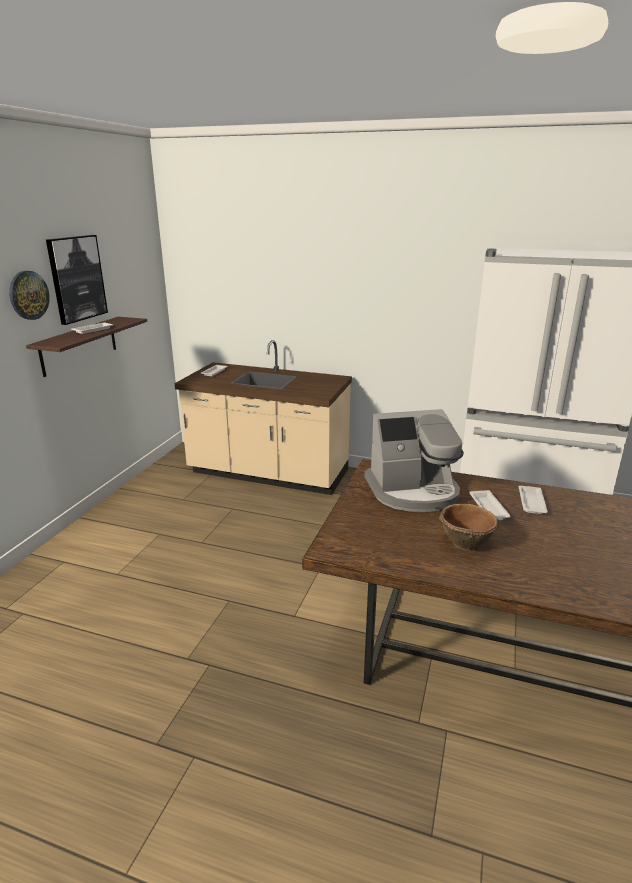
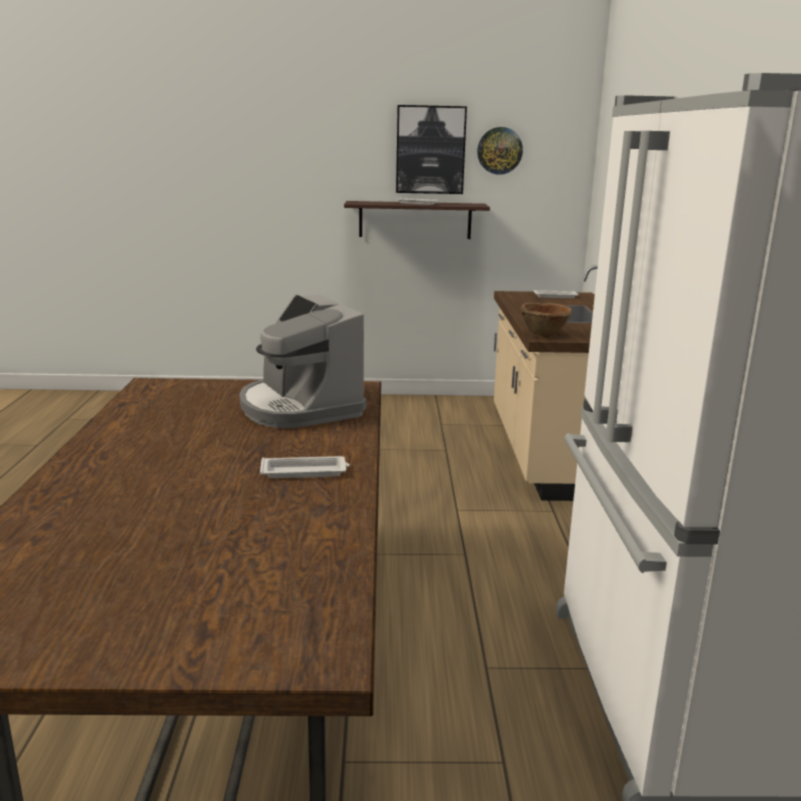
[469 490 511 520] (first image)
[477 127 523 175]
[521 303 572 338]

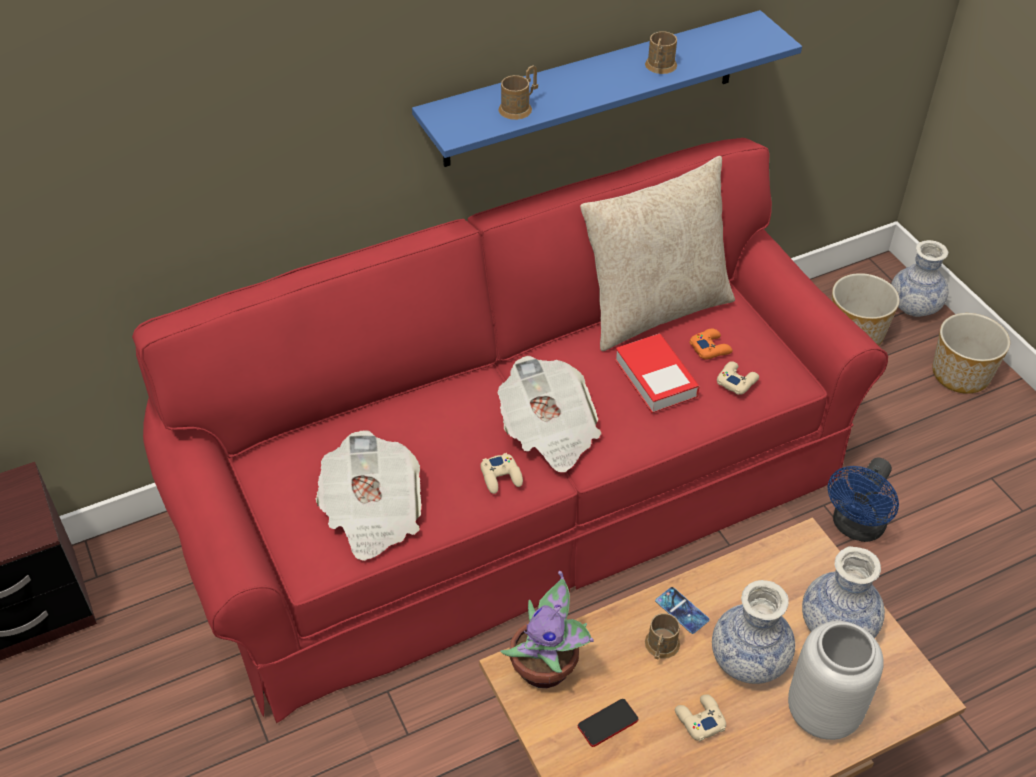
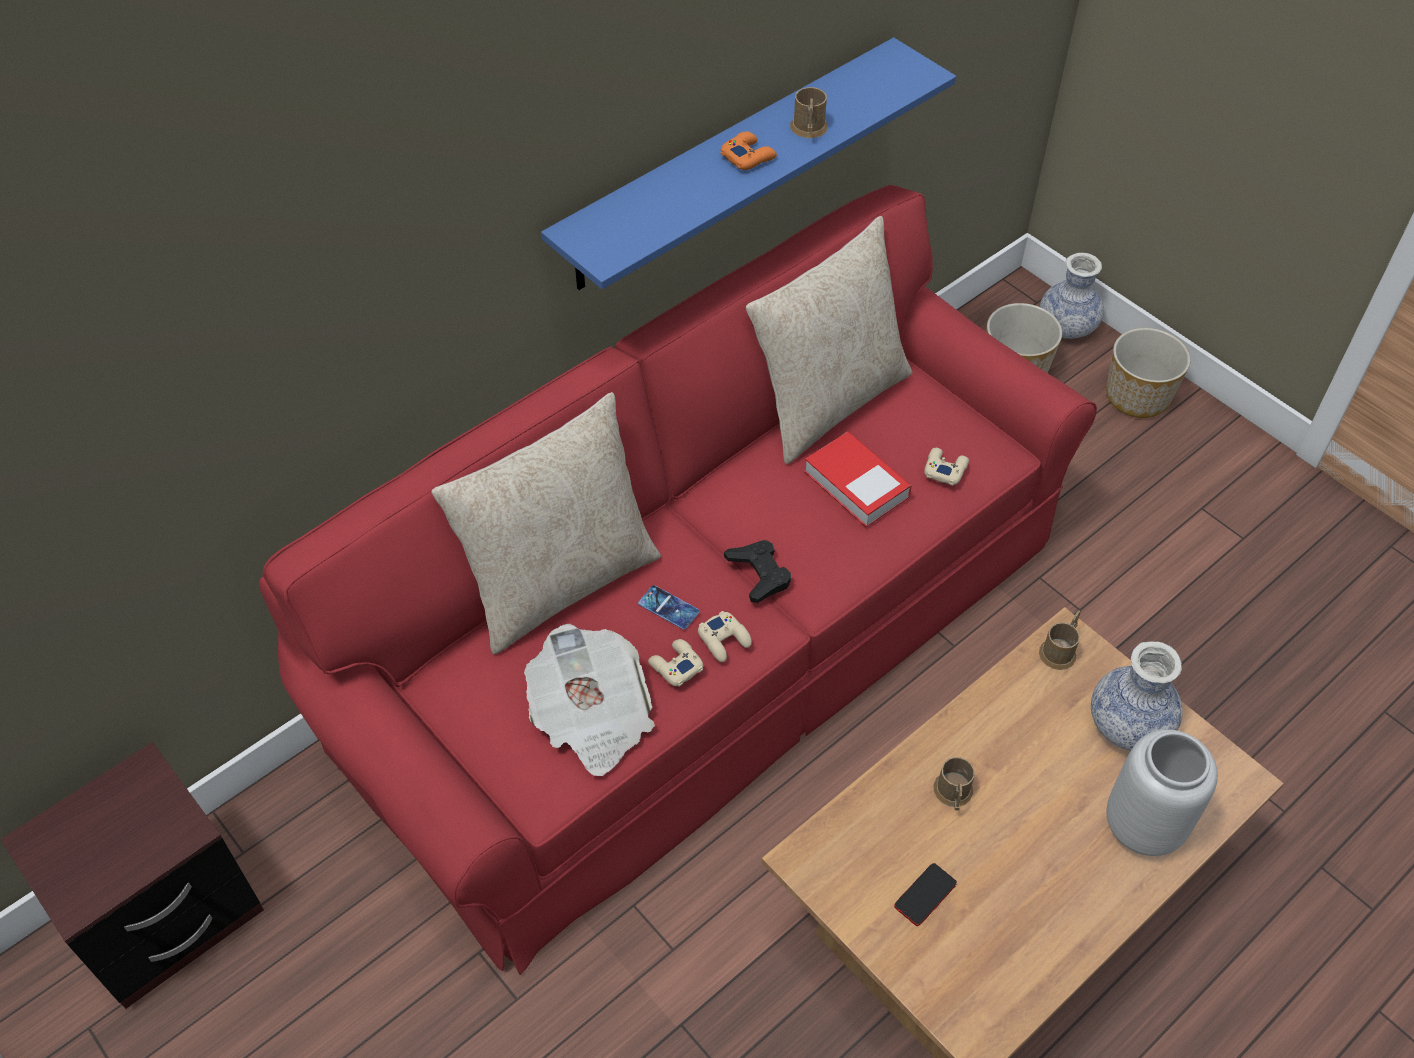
[500 571 594 688] (first image)
[712 580 795 684] (first image)
[828 458 899 542] (first image)
[432 392 661 655]
[1039 610 1081 670]
[638 585 700 630]
[648 639 703 687]
[720 131 777 170]
[724 540 791 603]

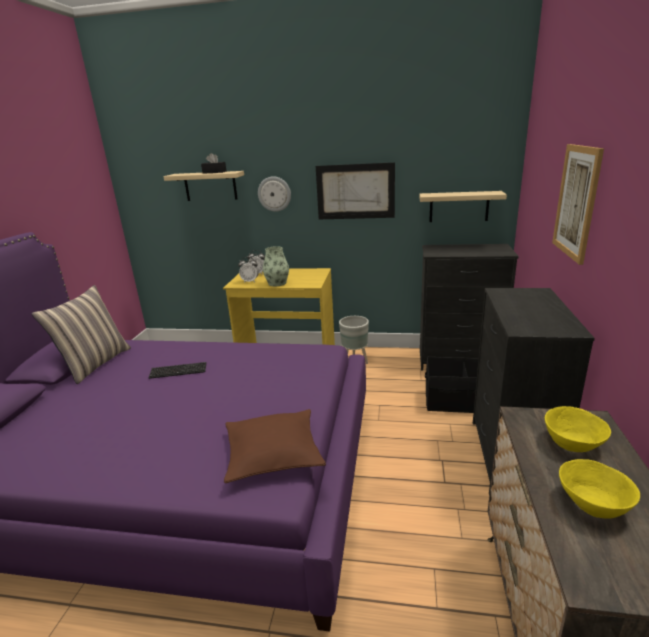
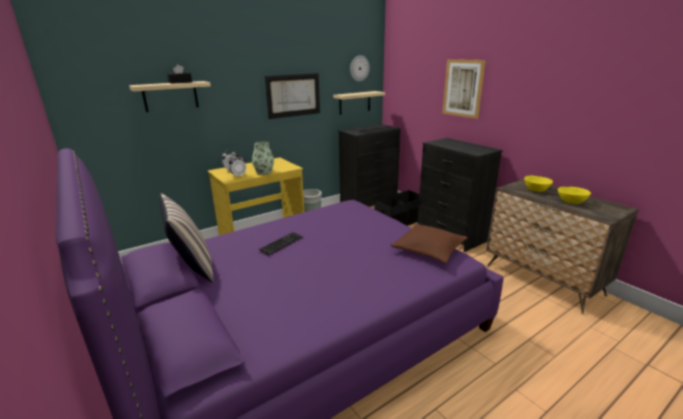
[350 55 370 82]

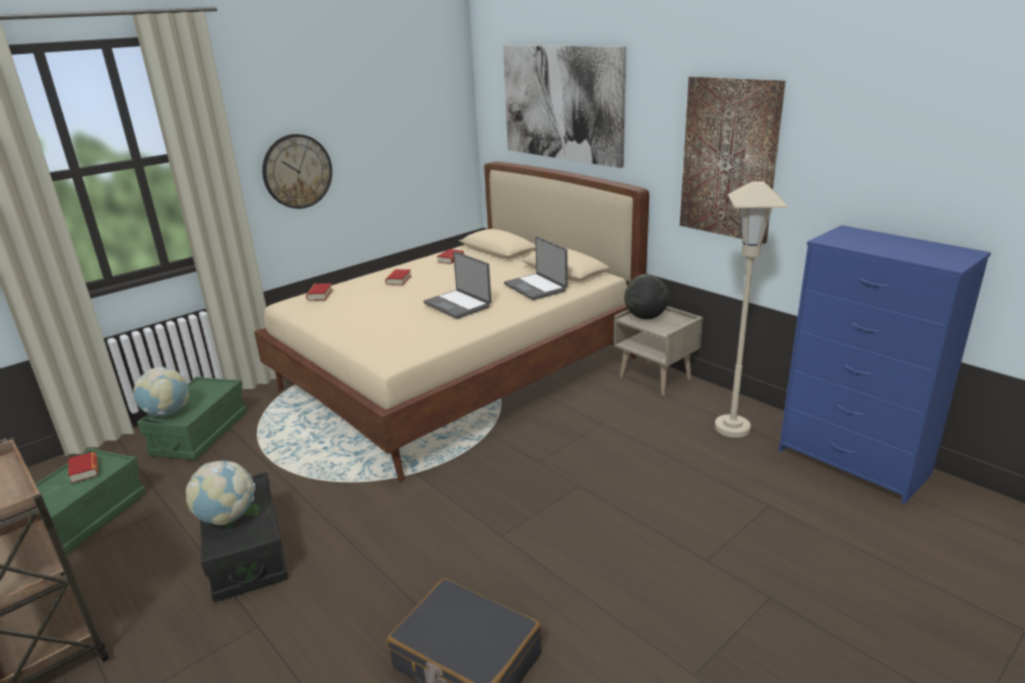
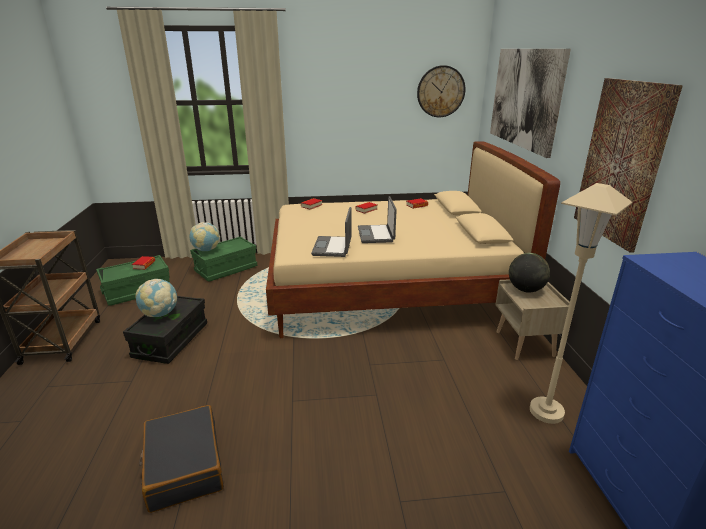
[417 65 465 117]
[311 207 352 257]

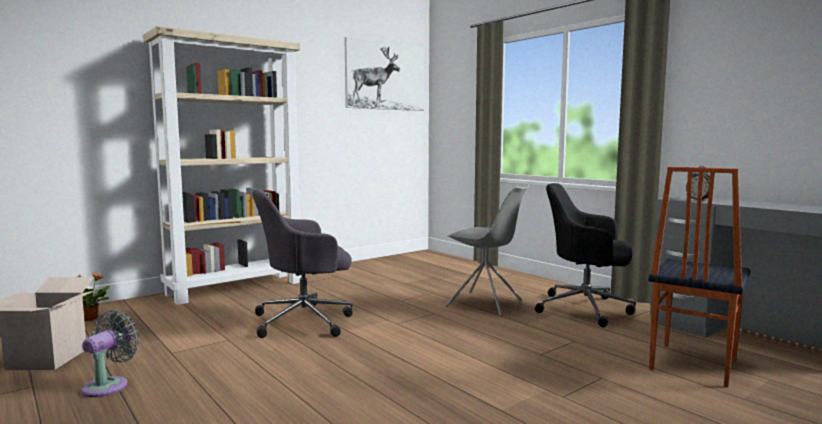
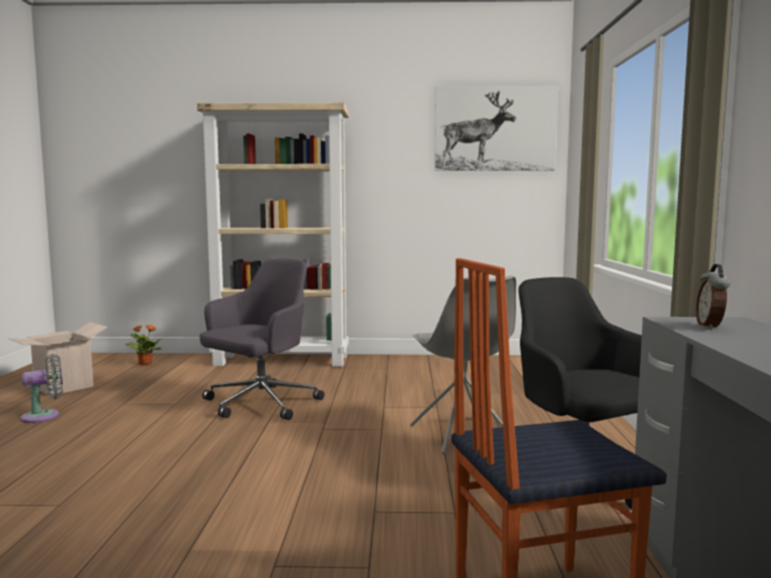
[200 258 324 420]

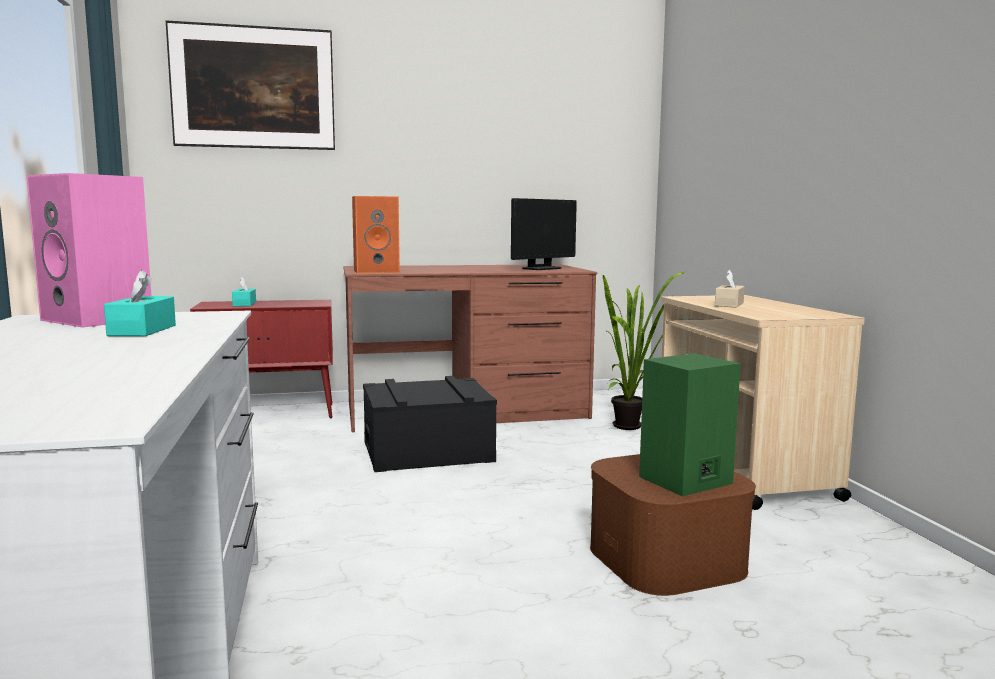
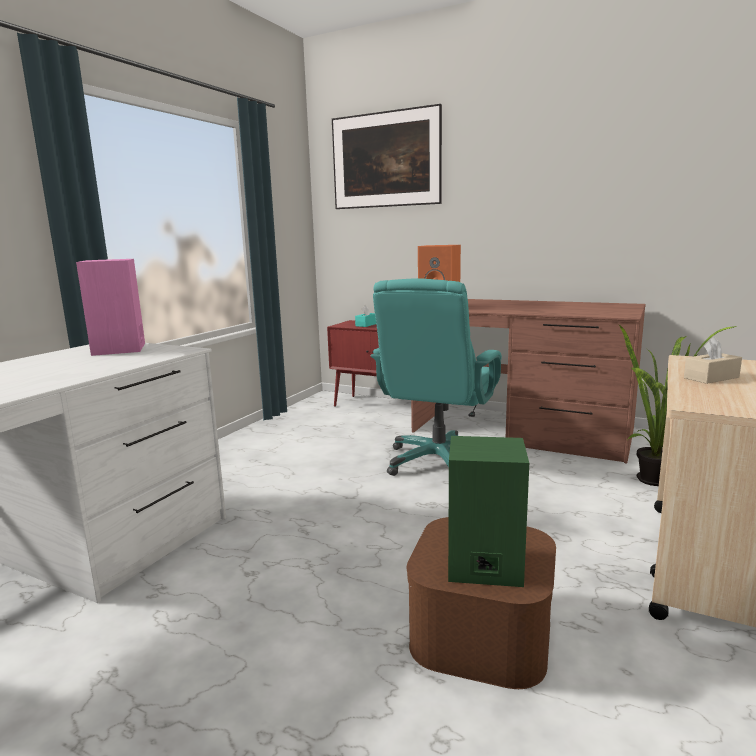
[104 270 176 336] (first image)
[511 198 577 270] (first image)
[371 278 502 476]

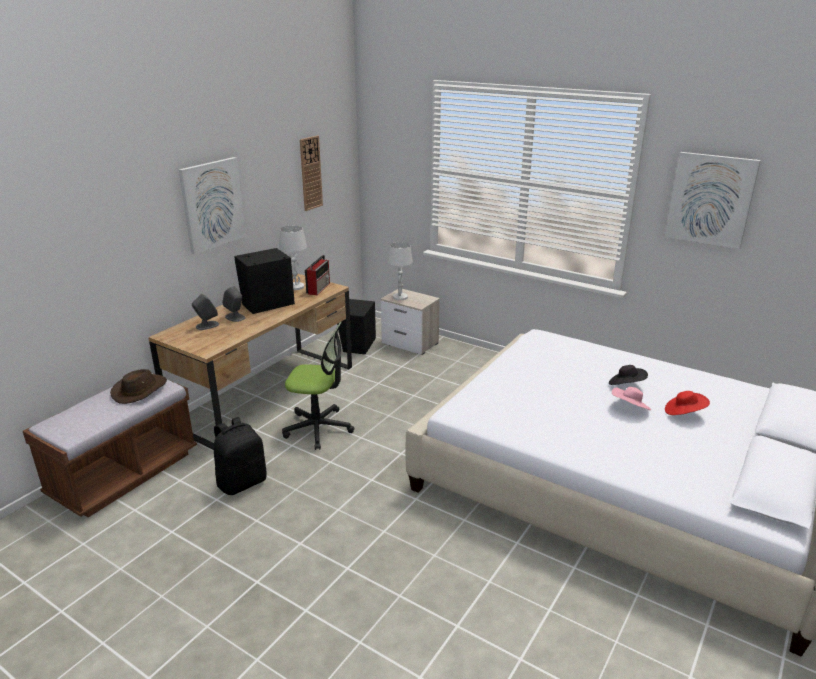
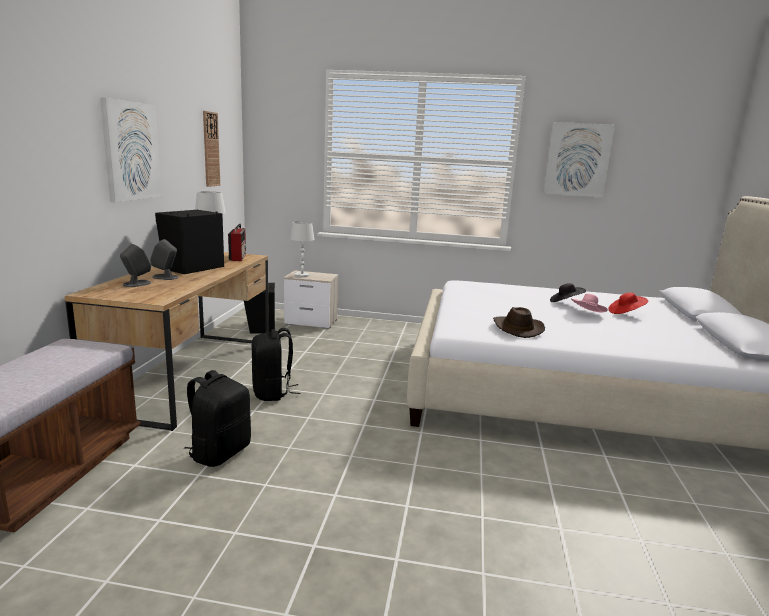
[493 307 545 338]
[252 328 301 401]

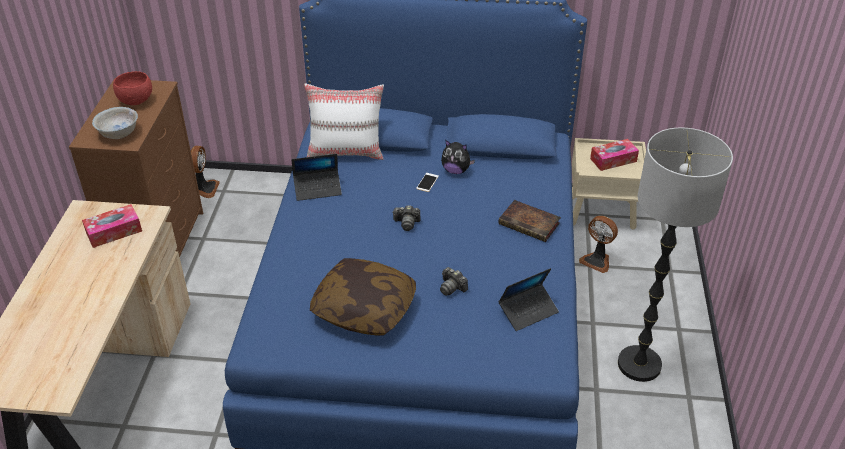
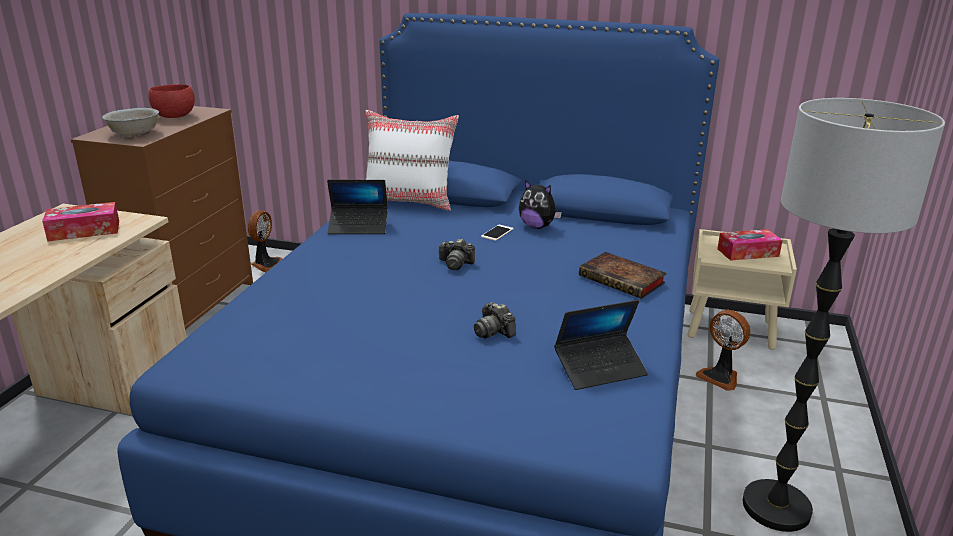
[310 258 416 336] (first image)

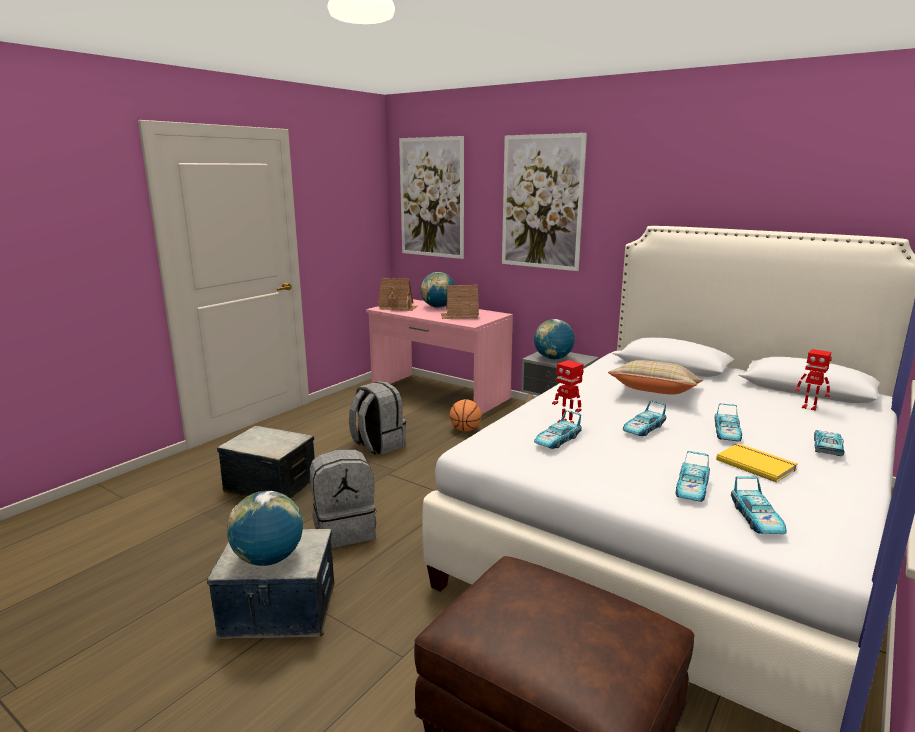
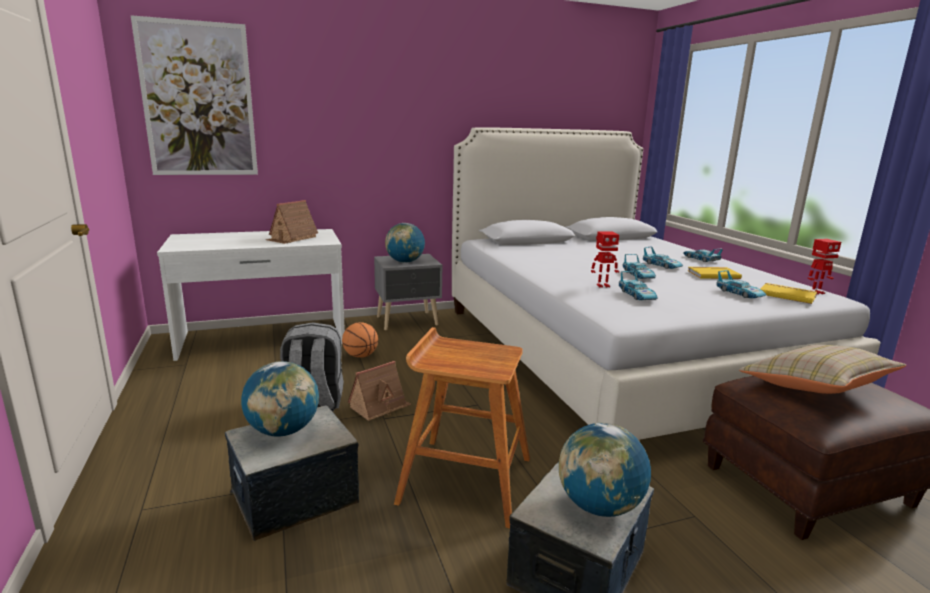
[502 133 587 271] (first image)
[347 361 411 421]
[241 361 319 437]
[739 345 906 394]
[807 239 841 294]
[394 327 530 528]
[761 283 817 304]
[157 229 345 361]

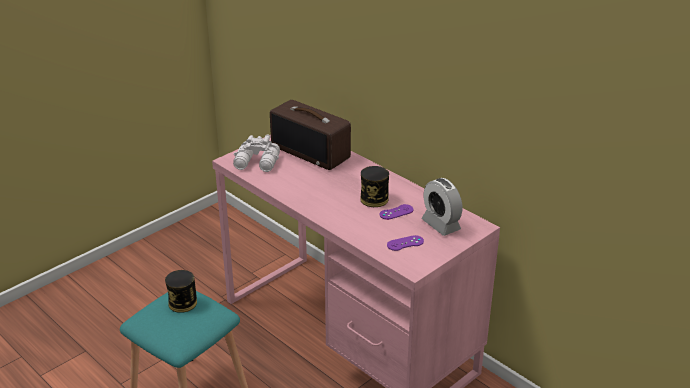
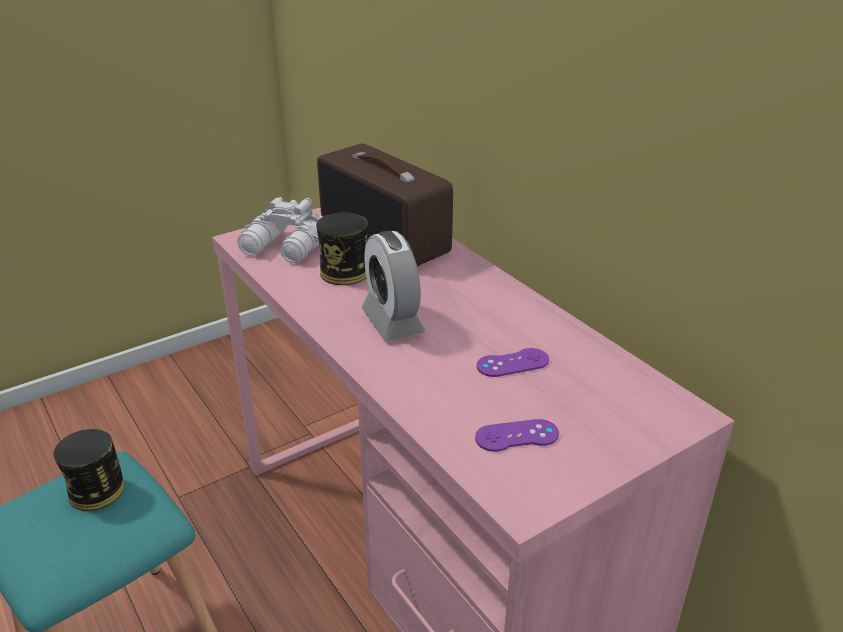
[316 213 368 285]
[361 231 425 341]

